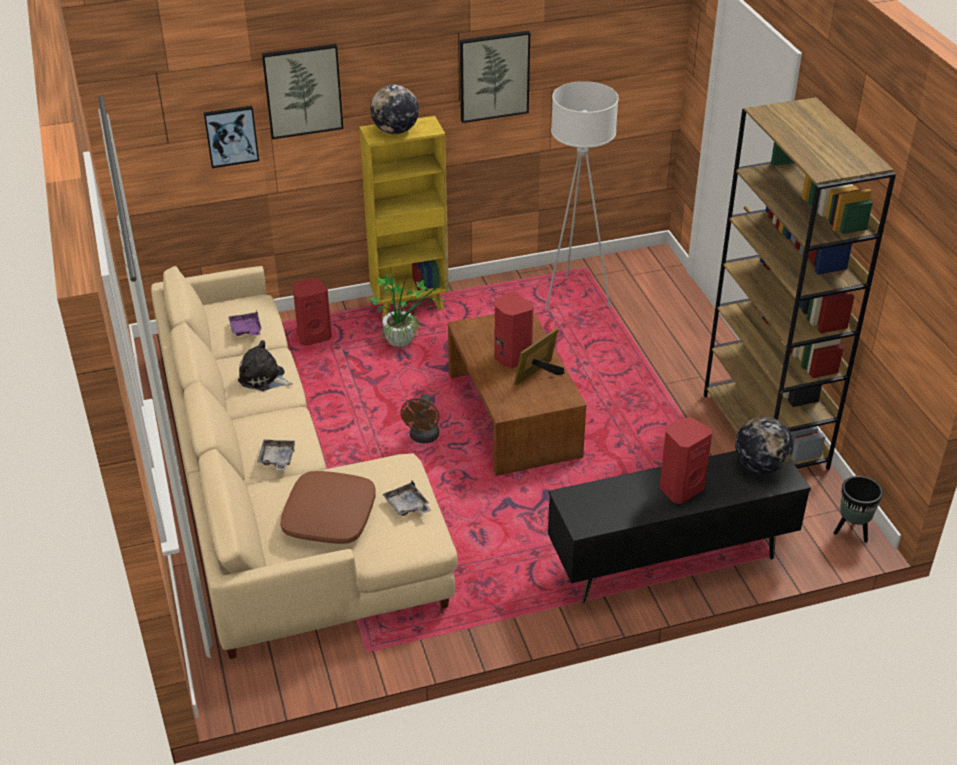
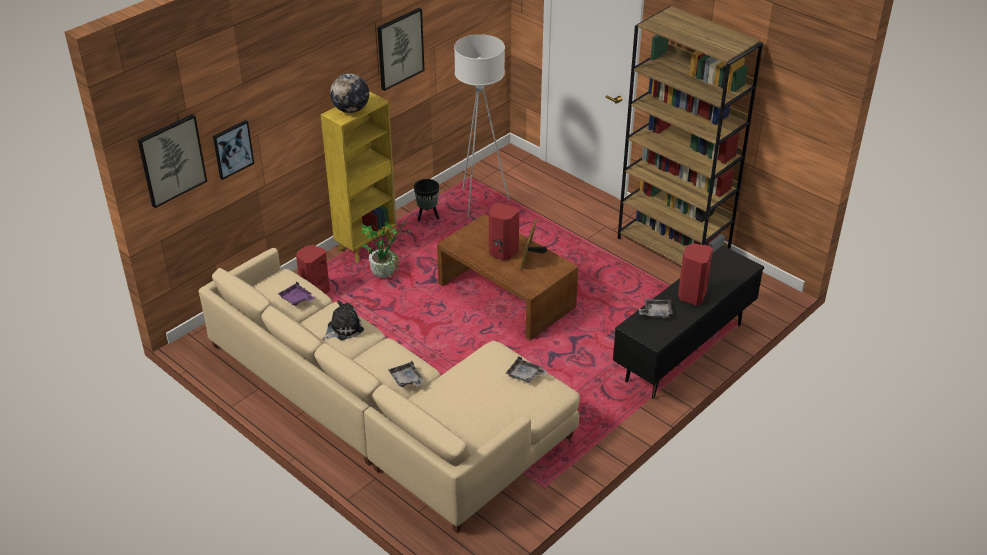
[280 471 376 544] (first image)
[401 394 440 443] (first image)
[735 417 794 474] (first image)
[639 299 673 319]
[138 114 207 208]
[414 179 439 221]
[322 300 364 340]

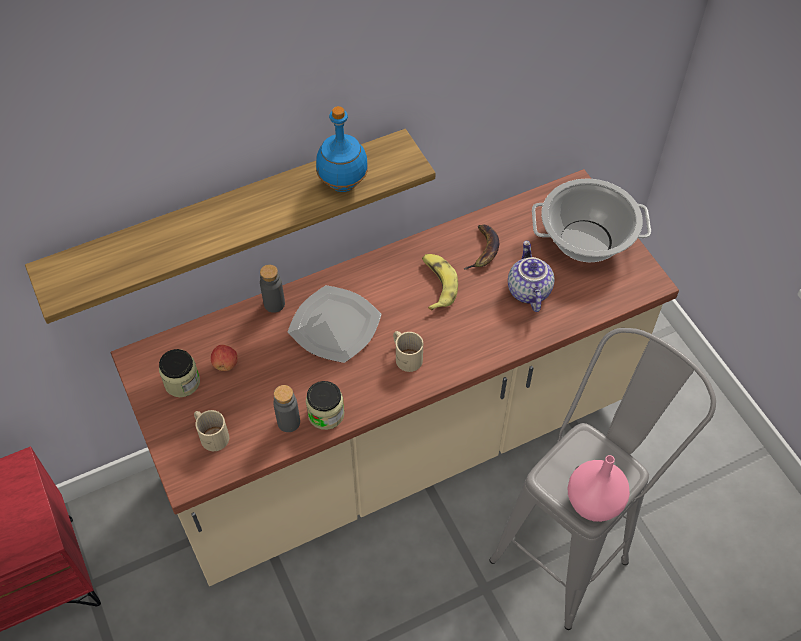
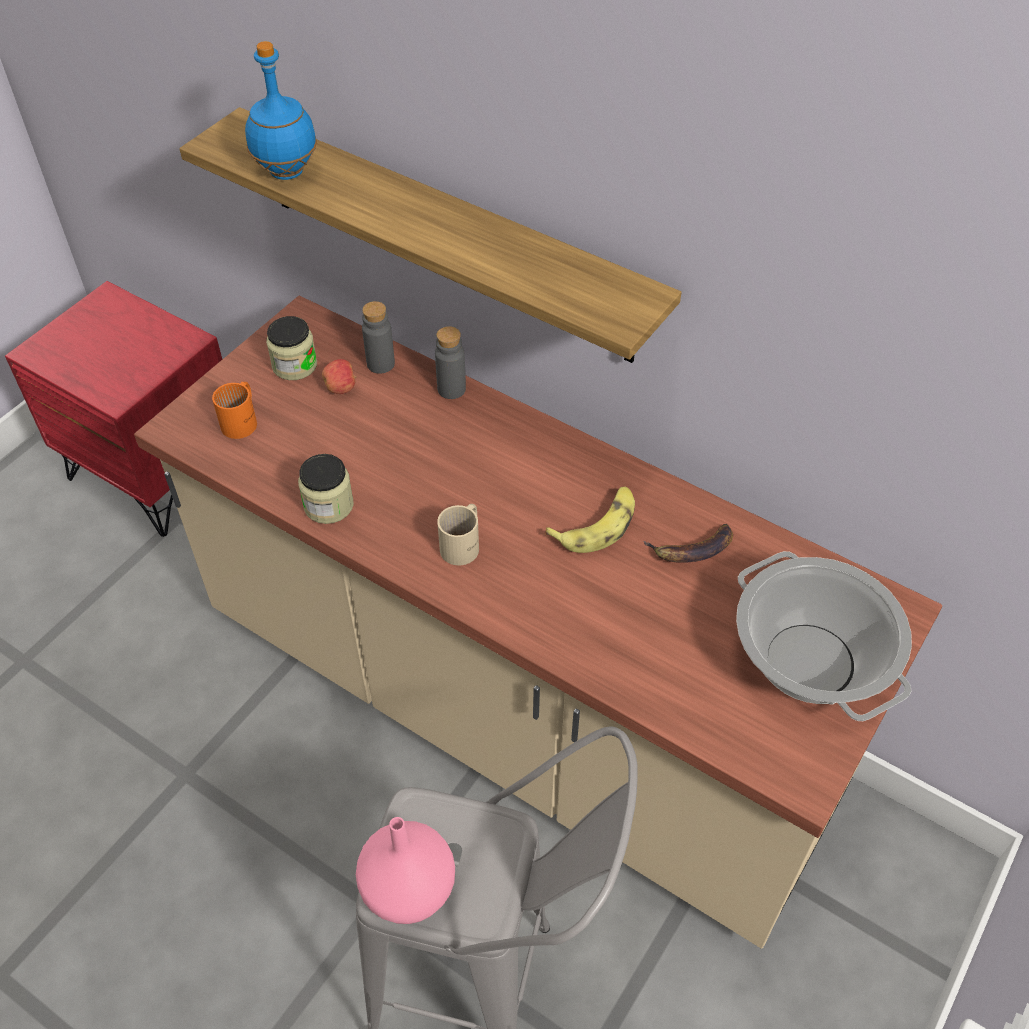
[288 285 382 363] (first image)
[508 241 554 312] (first image)
[362 301 395 374]
[245 41 317 180]
[212 382 257 439]

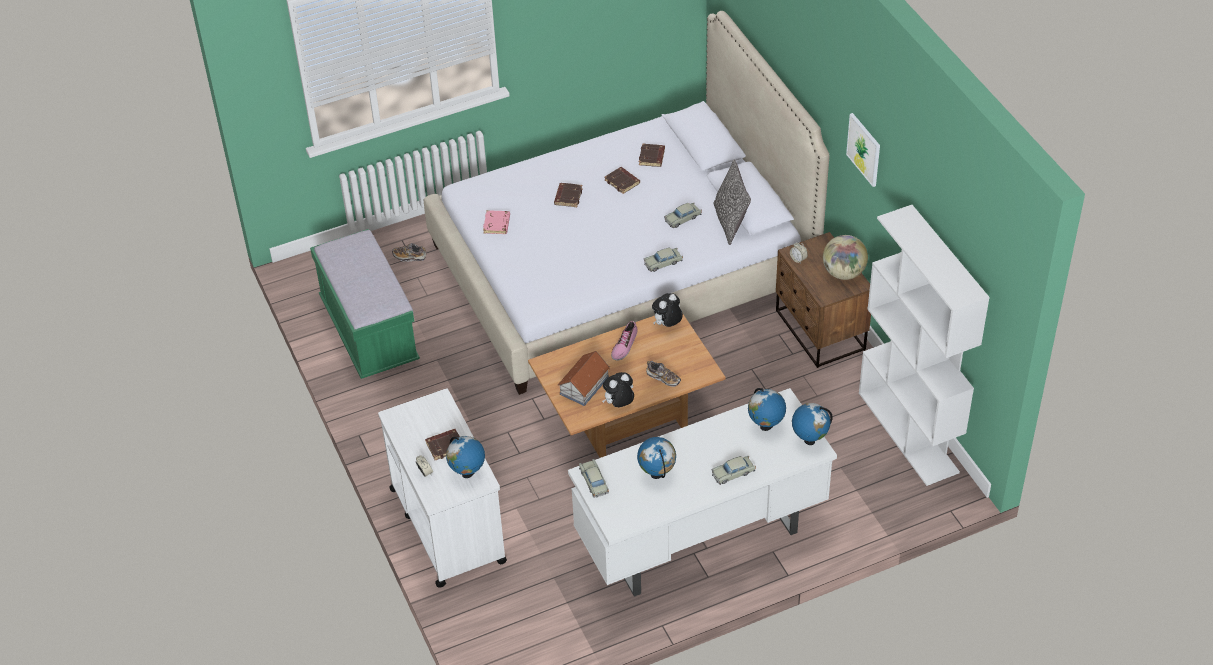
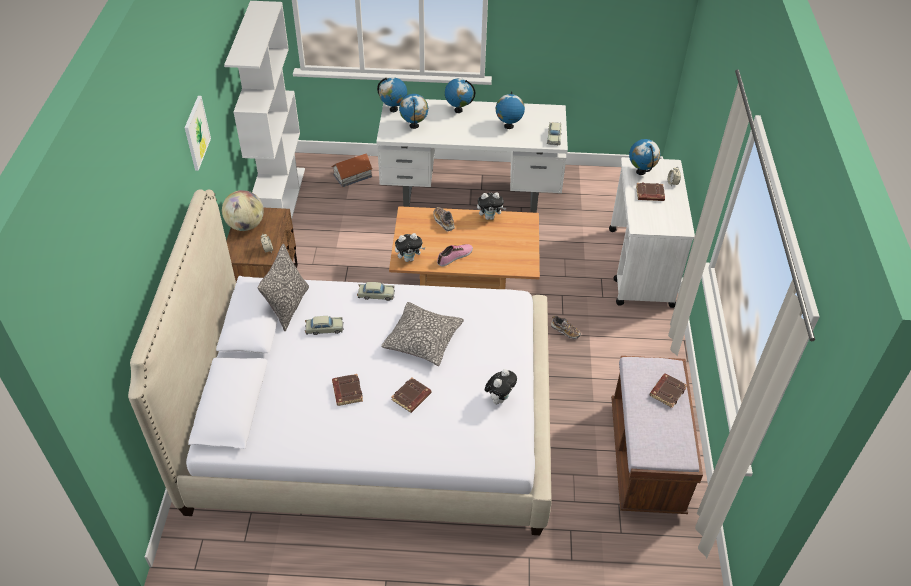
[381 302 464 366]
[551 316 581 339]
[332 154 373 187]
[649 373 687 408]
[485 369 517 404]
[445 78 475 113]
[611 356 703 514]

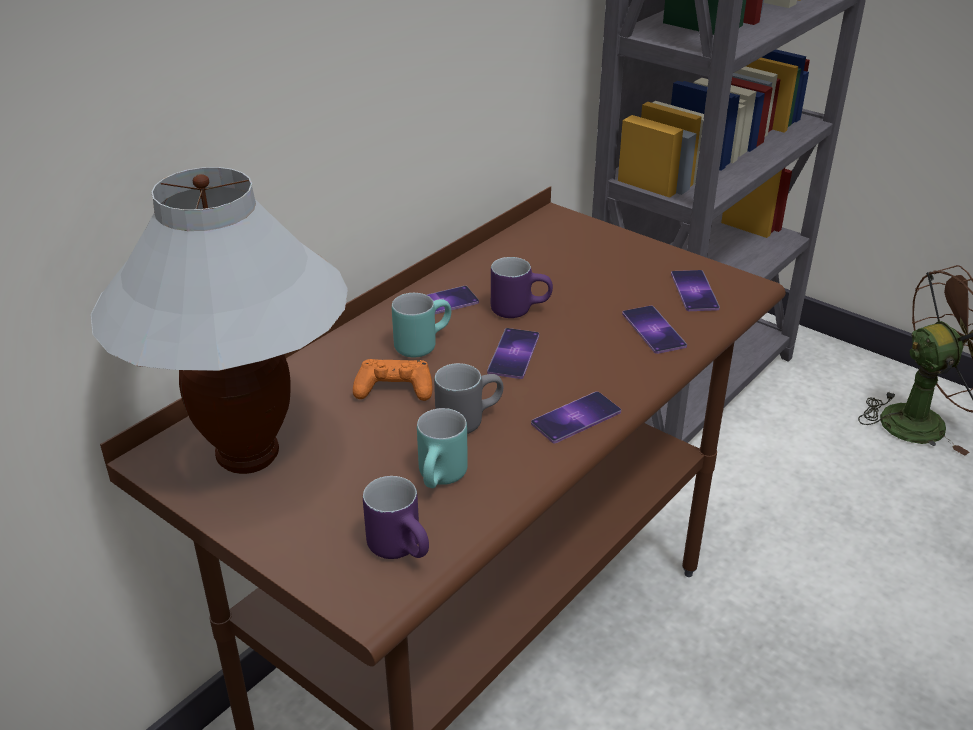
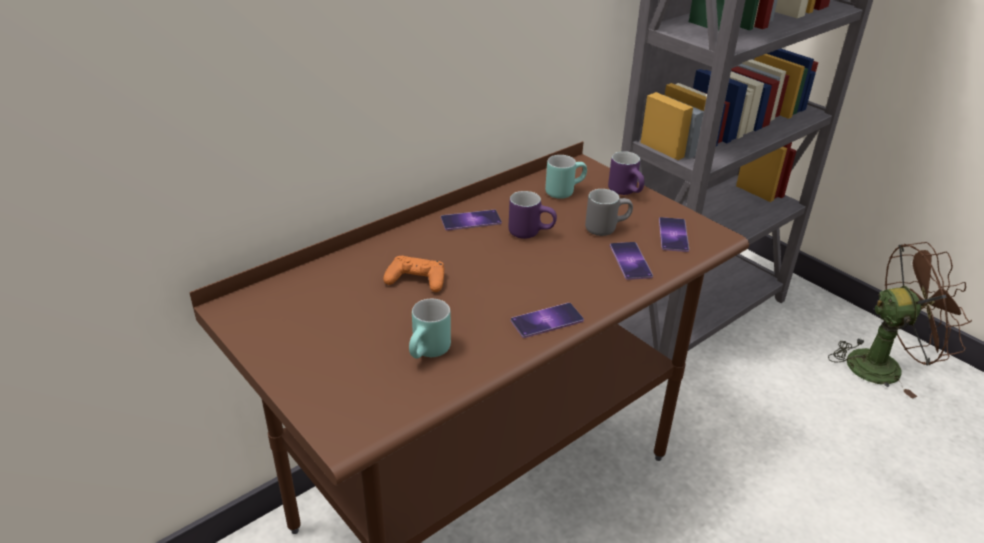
[91 167 348 474] (first image)
[487 328 539 379] (first image)
[608 151 644 195]
[545 155 587 199]
[585 189 633 236]

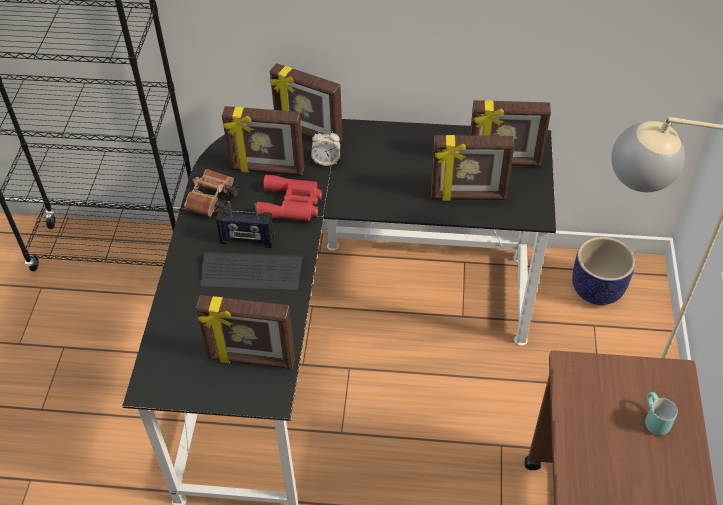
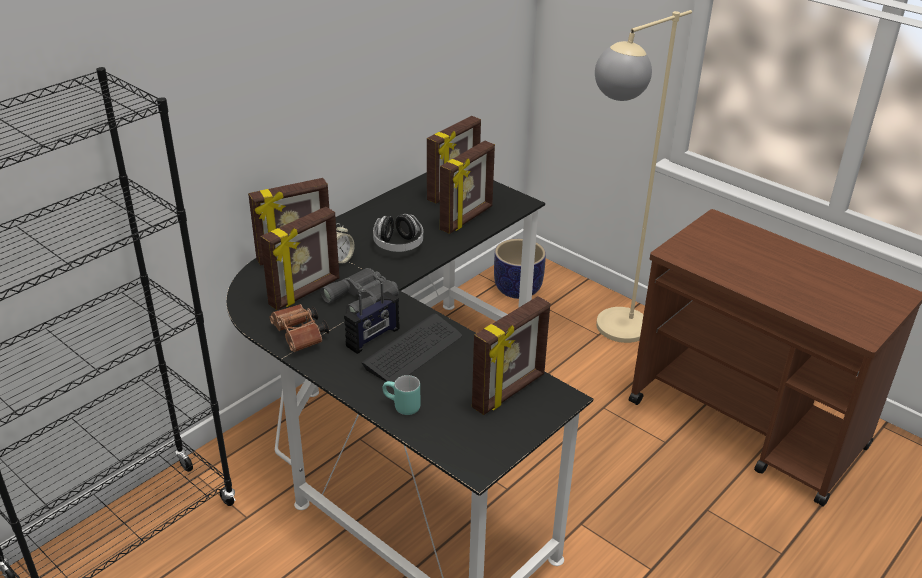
[373 214 423 252]
[383 375 420 415]
[320 268 399 313]

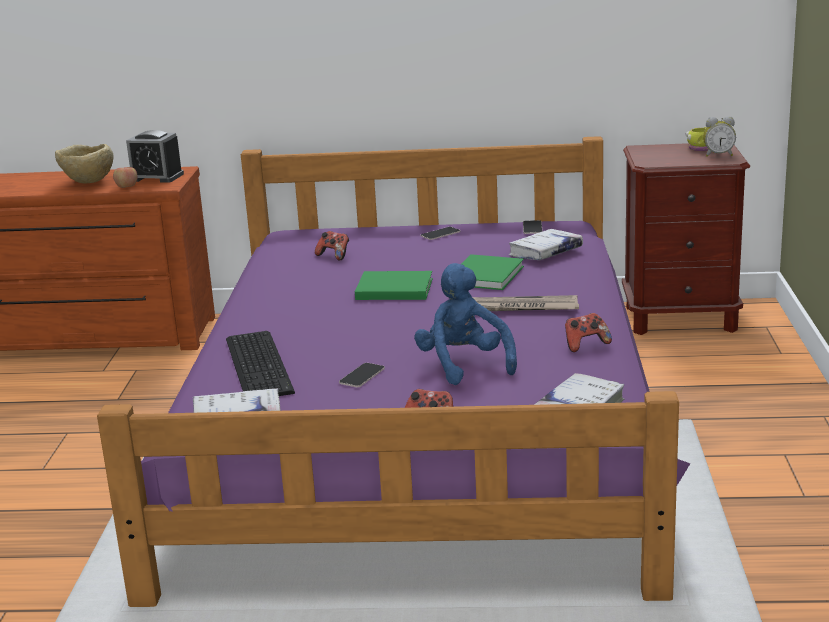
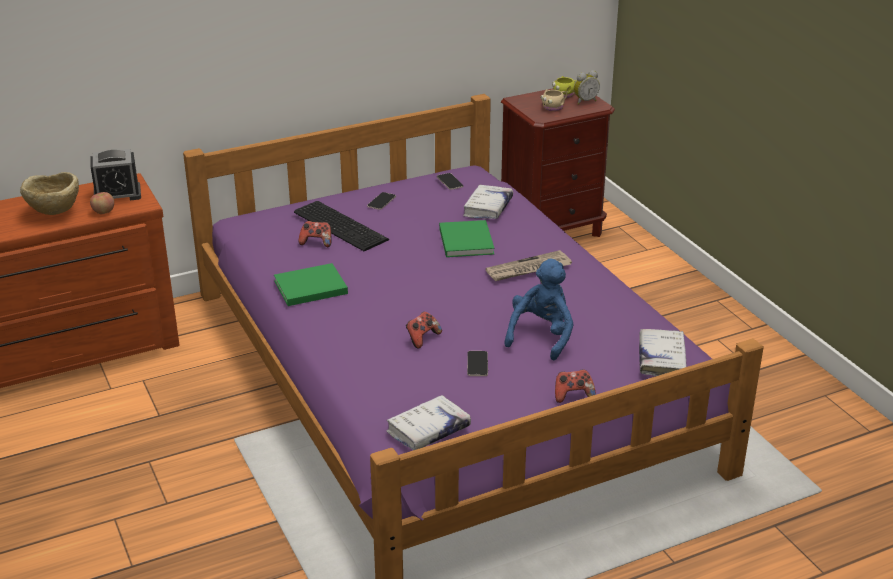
[540 89 567 111]
[294 201 389 251]
[274 263 348 306]
[406 312 442 349]
[504 259 574 360]

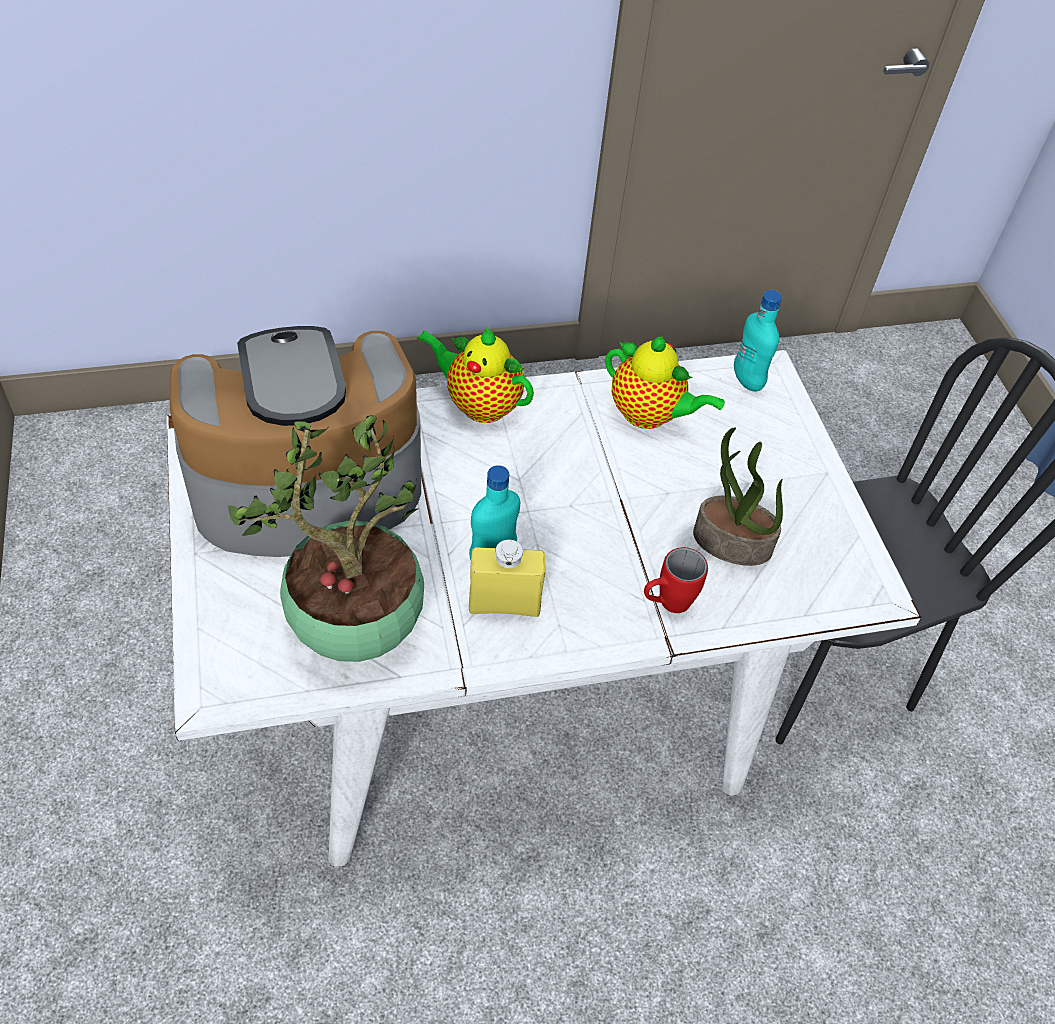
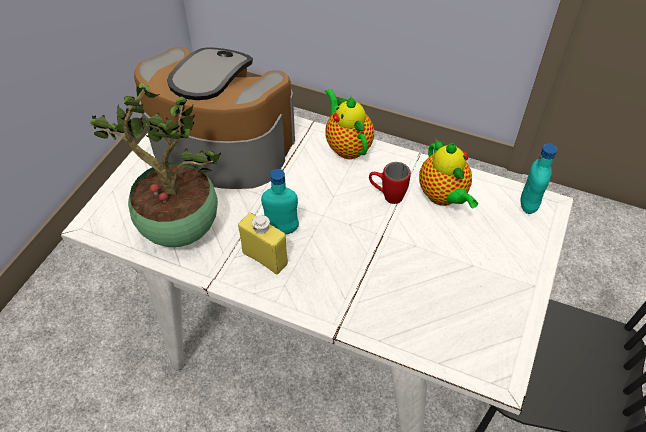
[693 427 783 566] (first image)
[369 162 411 204]

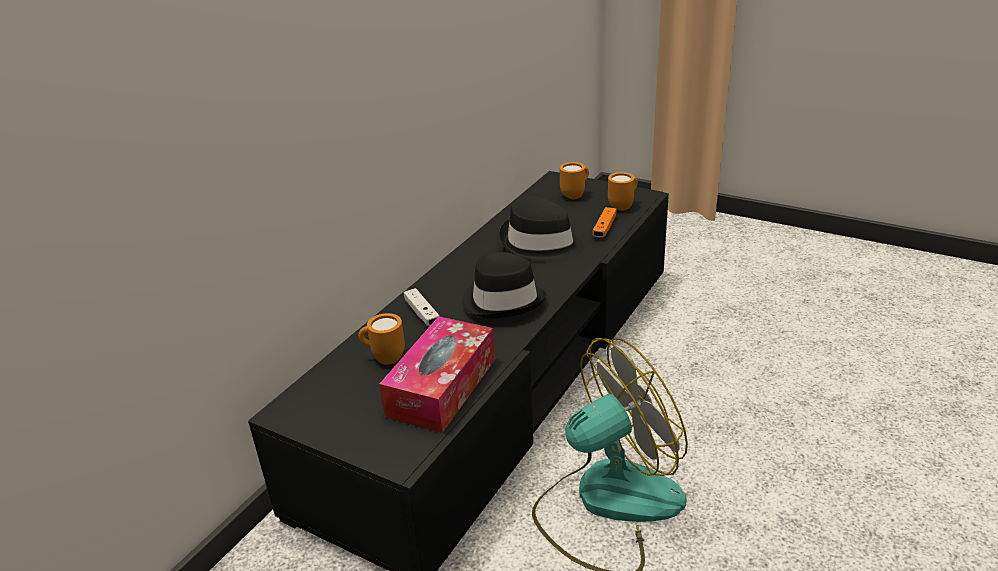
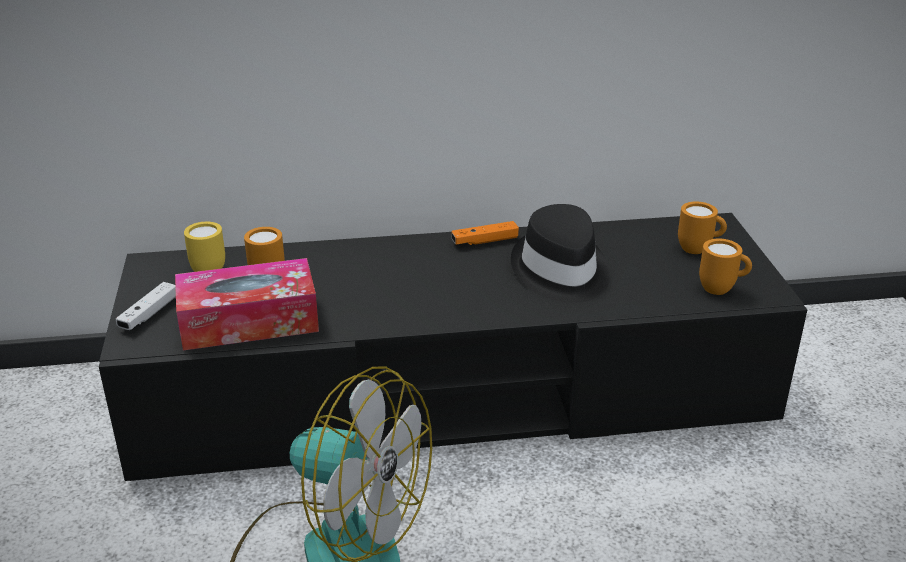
[462 252 546 318] (first image)
[184 222 225 272]
[116 282 176 330]
[451 221 519 245]

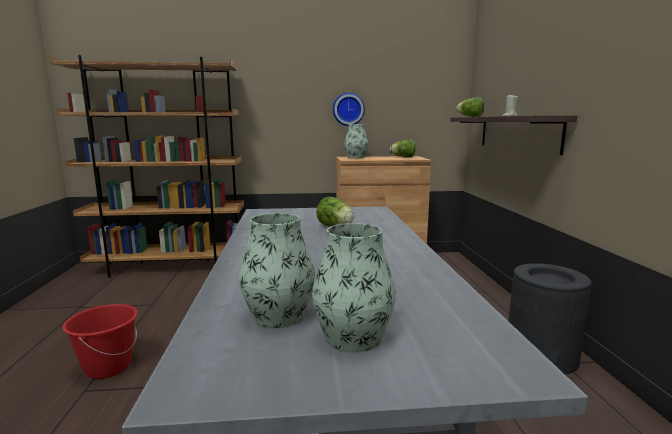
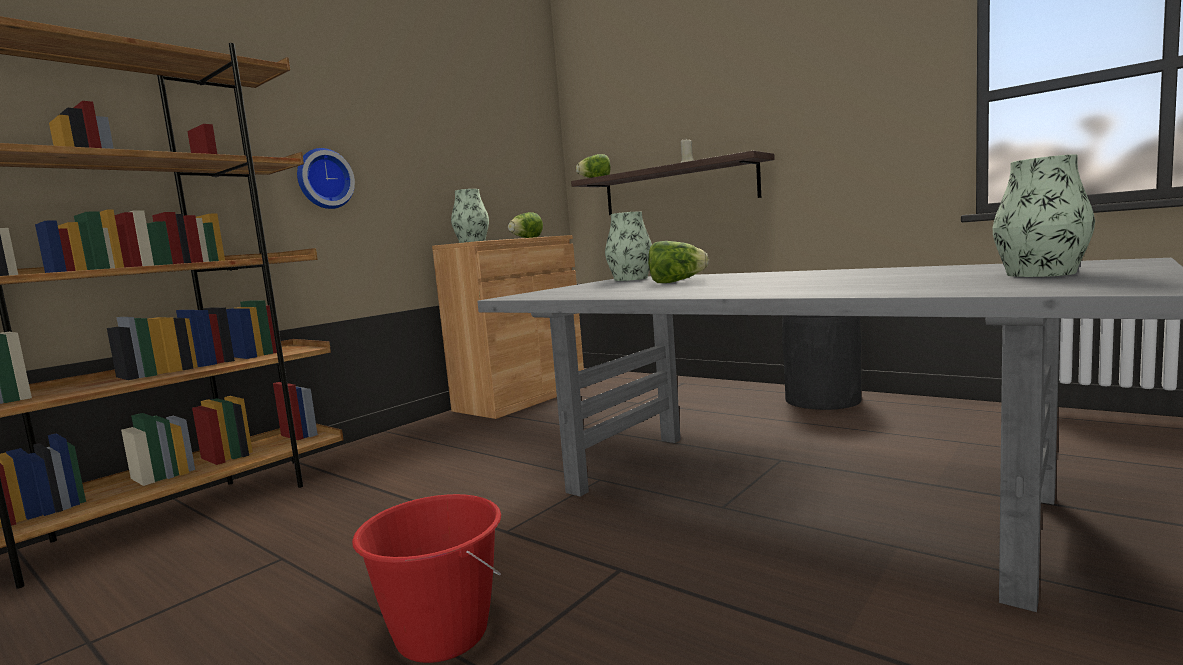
[605 211 652 281]
[297 148 355 209]

